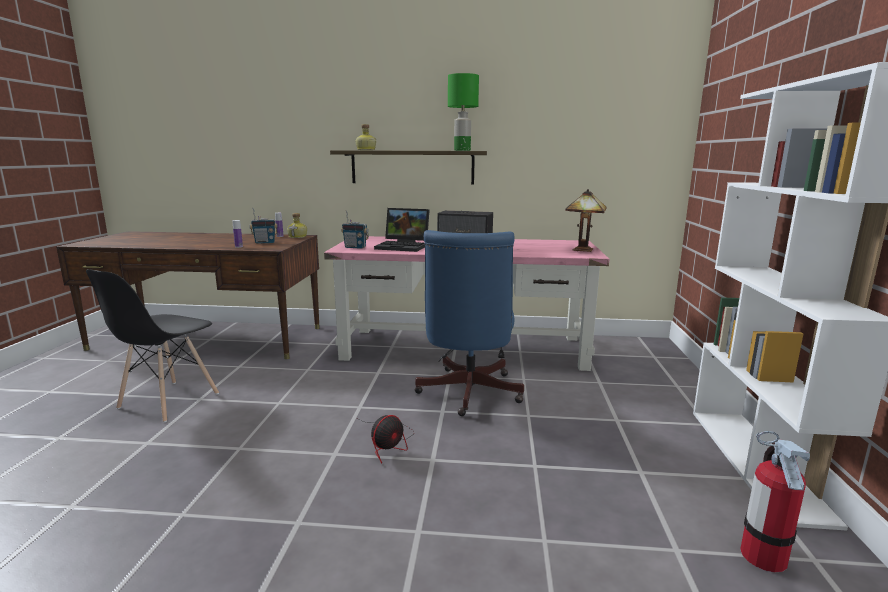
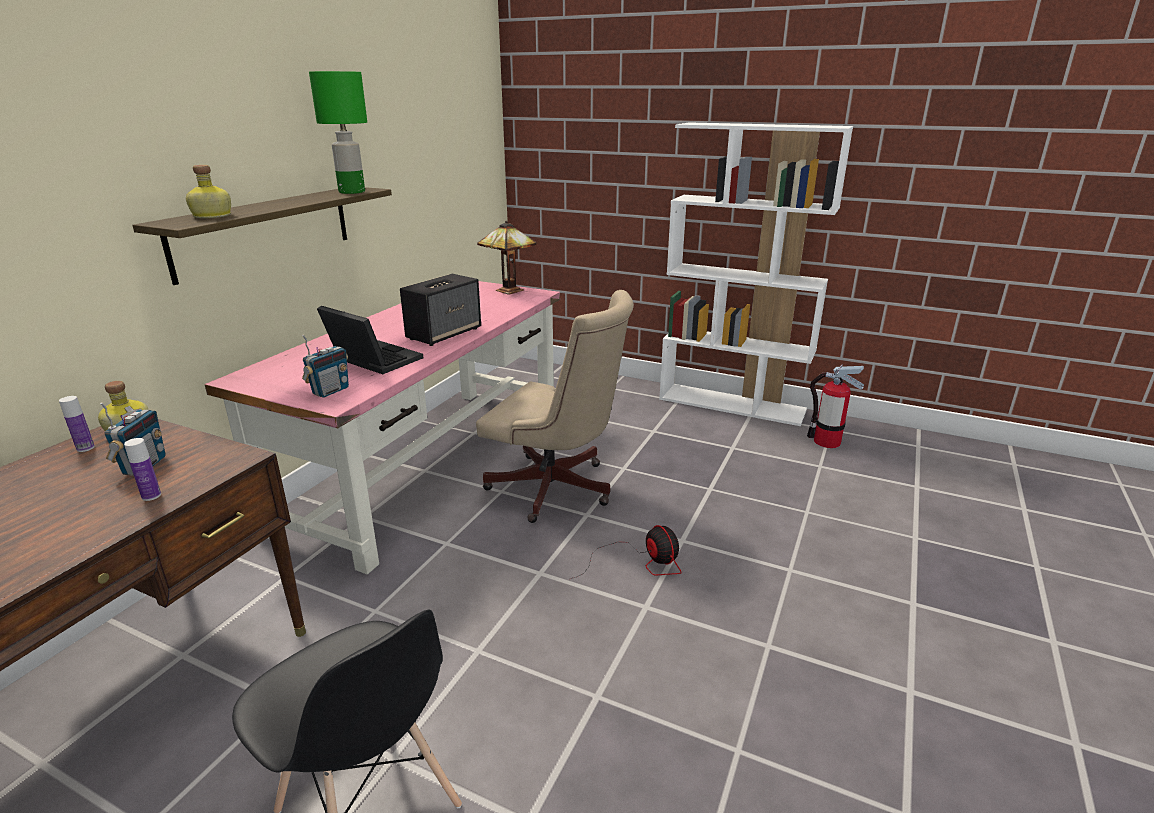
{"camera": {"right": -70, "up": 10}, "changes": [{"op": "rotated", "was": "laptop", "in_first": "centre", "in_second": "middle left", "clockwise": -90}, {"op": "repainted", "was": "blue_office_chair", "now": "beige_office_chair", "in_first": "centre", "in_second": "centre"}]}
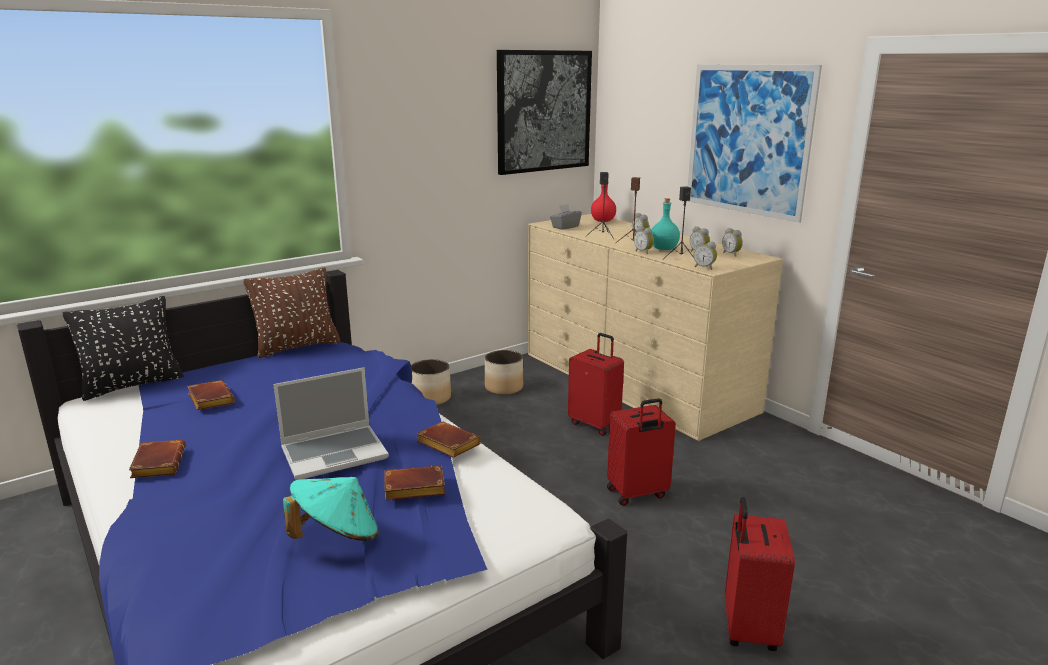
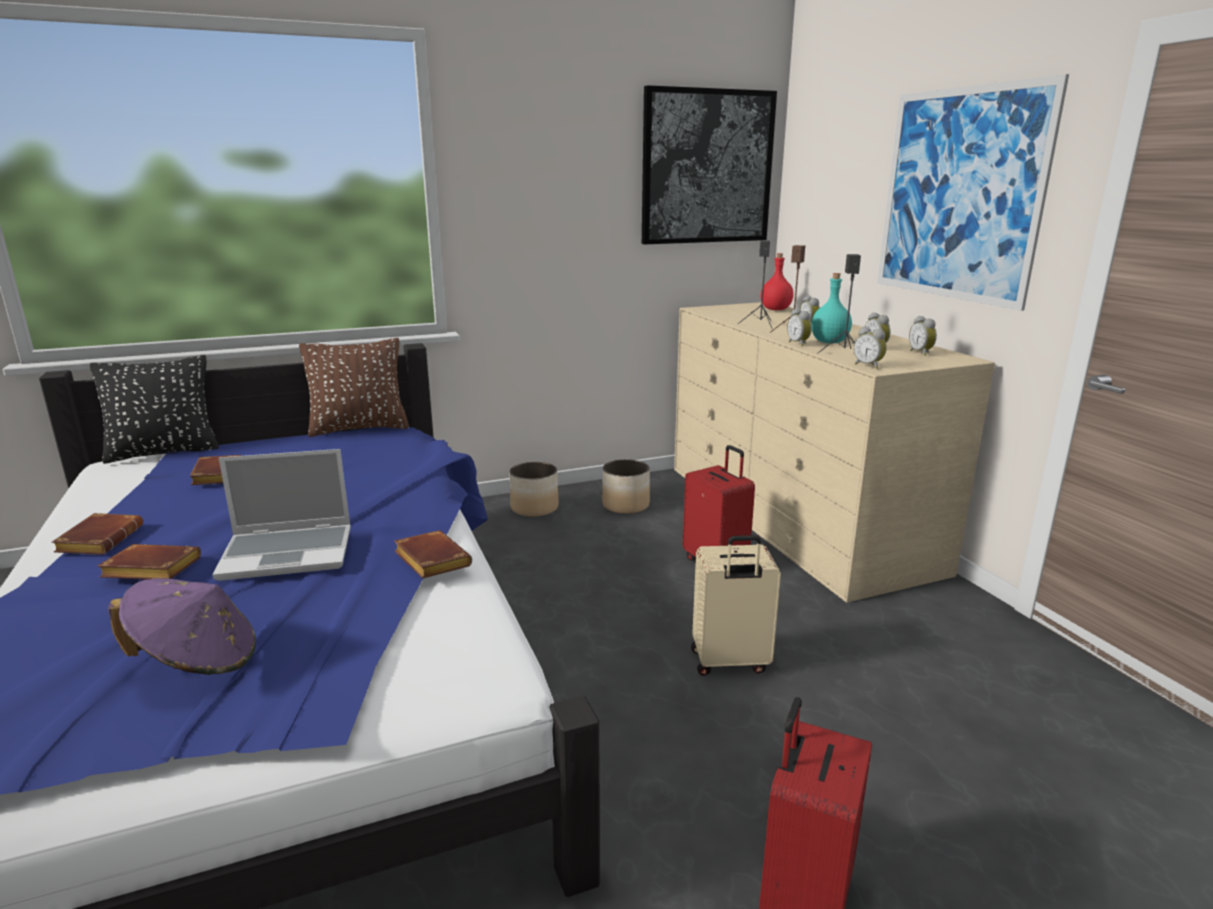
{"camera": {"right": 15, "up": 0}, "changes": [{"op": "shifted", "was": "brown_book (no. 3 from left in the first image)", "now": "brown_book (no. 2 from left)", "in_first": "bottom centre", "in_second": "middle left"}, {"op": "repainted", "was": "turquoise_hat", "now": "purple_hat", "in_first": "bottom left", "in_second": "bottom left"}, {"op": "repainted", "was": "red_suitcase (no. 2 from left)", "now": "beige_suitcase", "in_first": "bottom centre", "in_second": "centre"}, {"op": "gone", "was": "grey_tissue_box", "in_first": "top centre"}]}
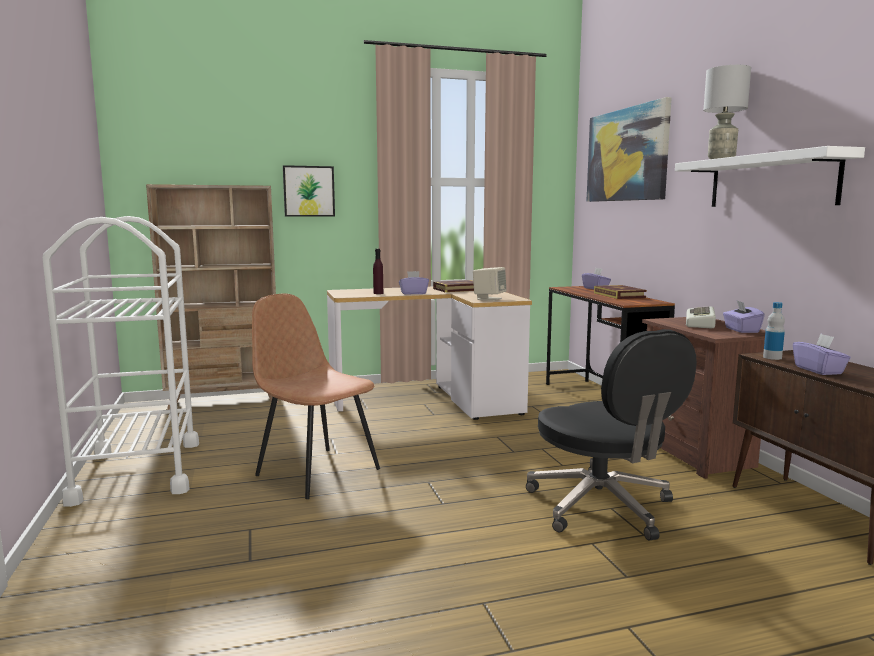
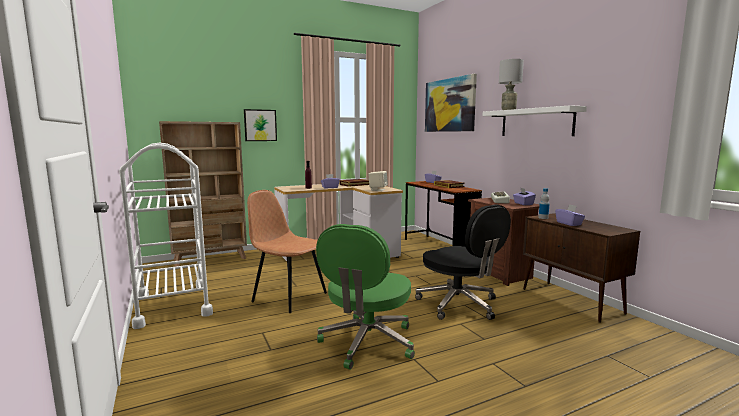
{"camera": {"right": -10, "up": 0}, "changes": [{"op": "new", "now": "green_office_chair", "in_second": "bottom centre"}]}
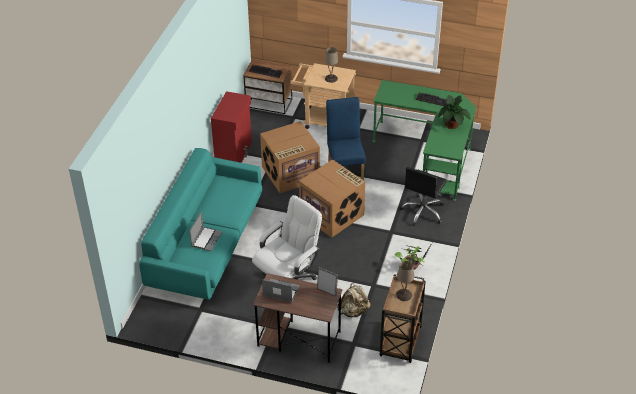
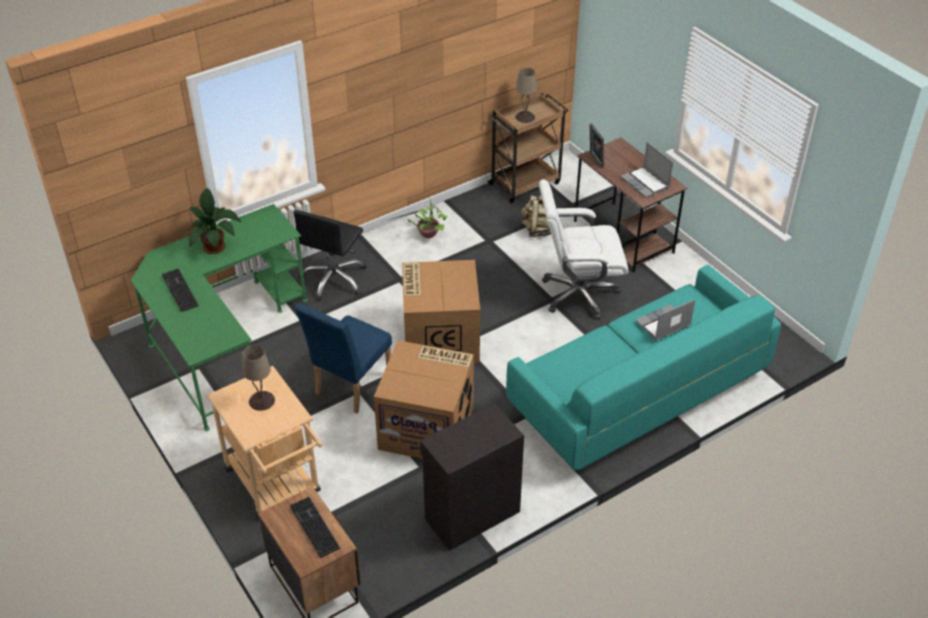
{"camera": {"right": -140, "up": 0}, "changes": [{"op": "rotated", "was": "black_office_chair", "in_first": "centre", "in_second": "centre", "clockwise": 135}, {"op": "repainted", "was": "red_cabinet", "now": "black_cabinet", "in_first": "top centre", "in_second": "bottom centre"}]}
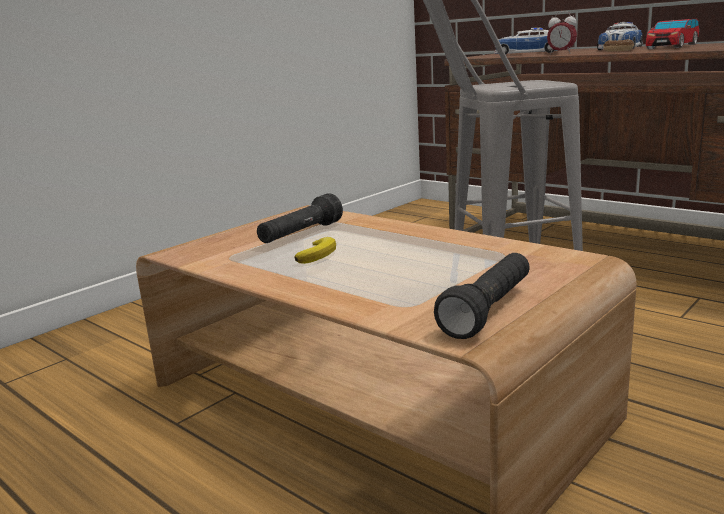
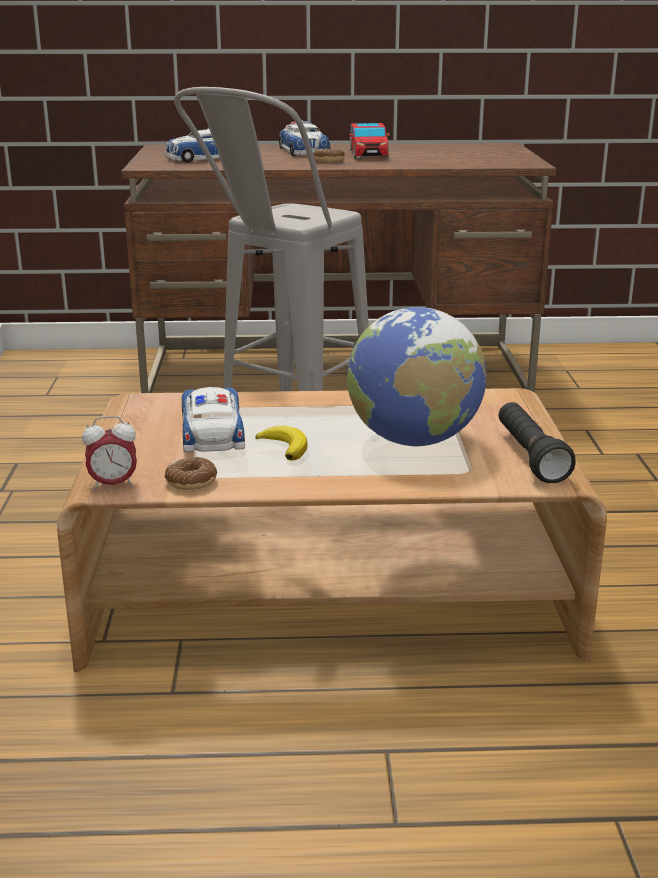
{"camera": {"right": -45, "up": 5}, "changes": [{"op": "shifted", "was": "alarm_clock", "in_first": "top right", "in_second": "middle left"}, {"op": "new", "now": "donut (no. 1 from left)", "in_second": "middle left"}, {"op": "swapped", "was": "black_flashlight (no. 1 from left)", "now": "toy_car (no. 2 from left)", "in_first": "centre", "in_second": "middle left"}, {"op": "new", "now": "globe", "in_second": "centre"}]}
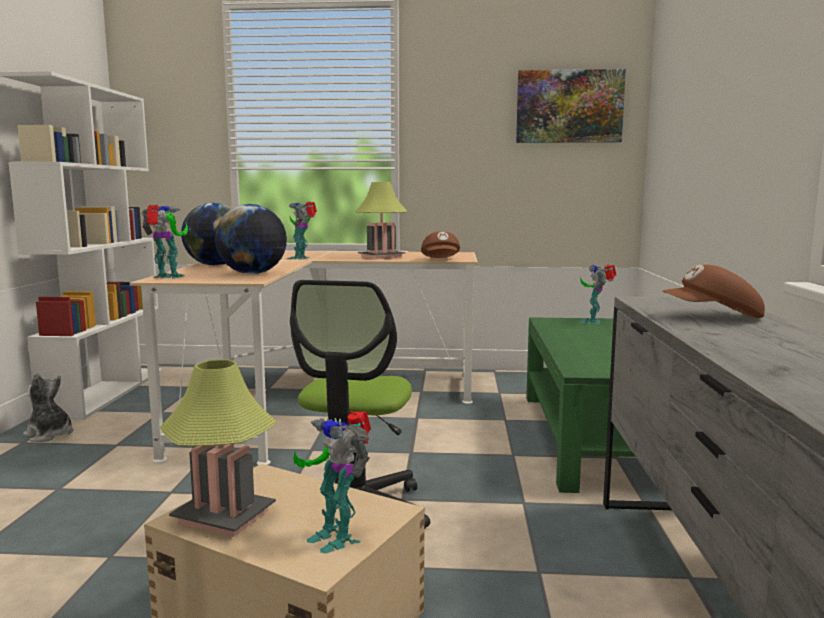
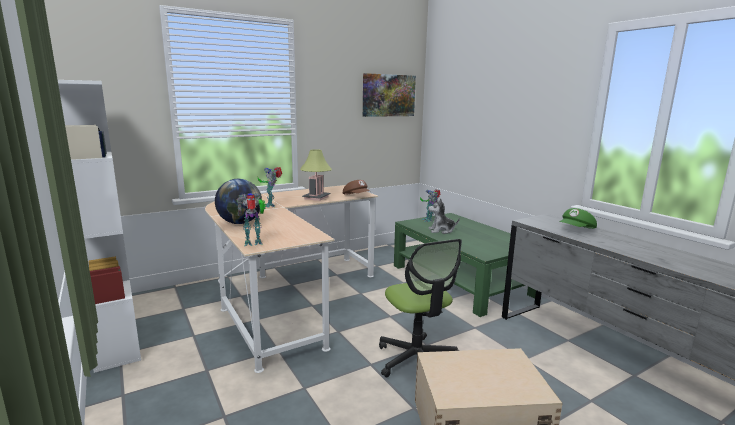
{"camera": {"right": -35, "up": 5}, "changes": [{"op": "shifted", "was": "plush_toy", "in_first": "middle left", "in_second": "centre"}, {"op": "repainted", "was": "brown_cap (no. 2 from left)", "now": "green_cap", "in_first": "middle right", "in_second": "middle right"}, {"op": "gone", "was": "table_lamp (no. 1 from left)", "in_first": "bottom left"}, {"op": "gone", "was": "globe (no. 2 from left)", "in_first": "middle left"}, {"op": "gone", "was": "toy_robot (no. 3 from left)", "in_first": "bottom centre"}]}
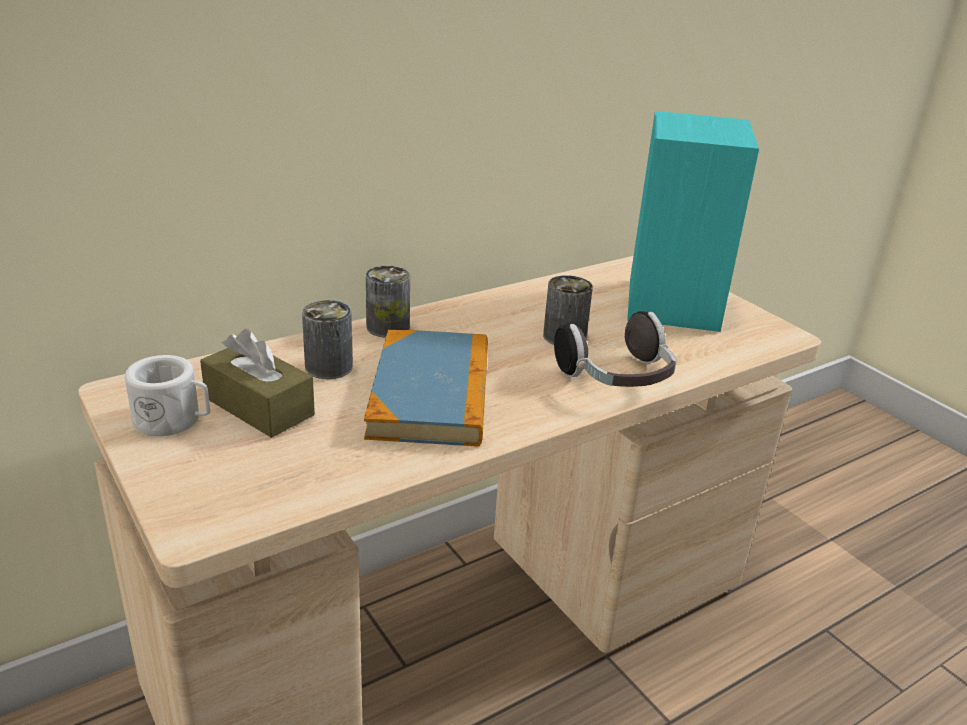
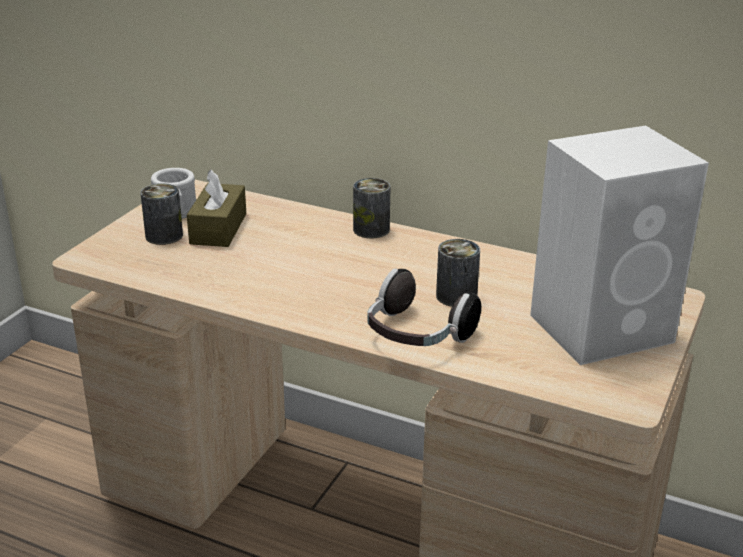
{"camera": {"right": 60, "up": 0}, "changes": [{"op": "shifted", "was": "can (no. 1 from left)", "in_first": "centre", "in_second": "middle left"}, {"op": "repainted", "was": "turquoise_speaker", "now": "white_speaker", "in_first": "top right", "in_second": "middle right"}, {"op": "gone", "was": "book", "in_first": "centre"}]}
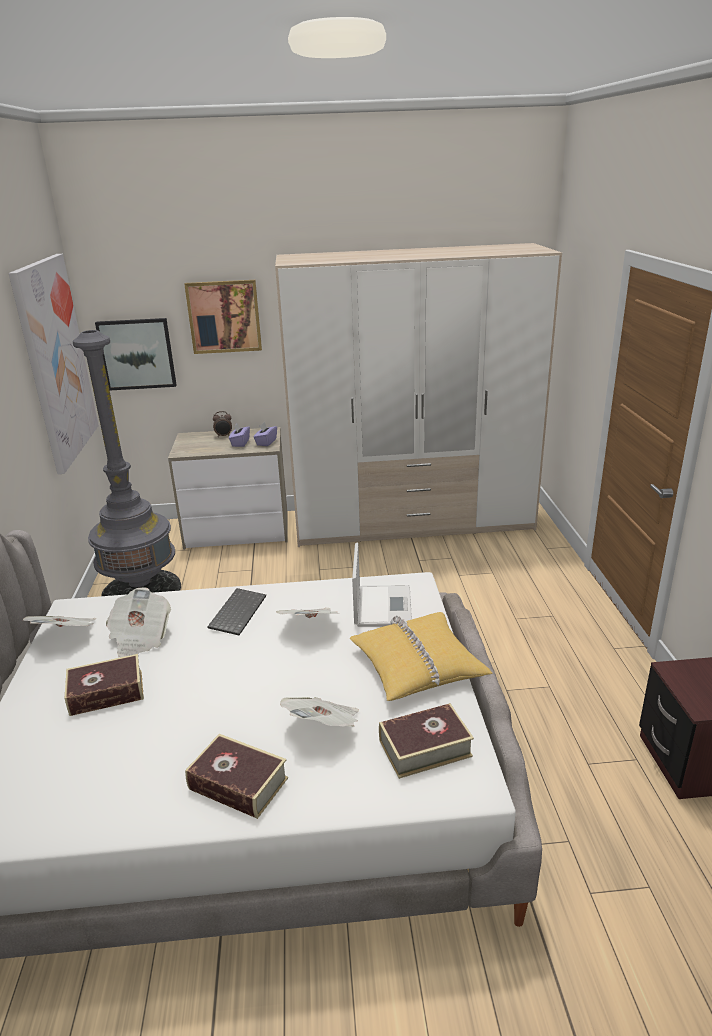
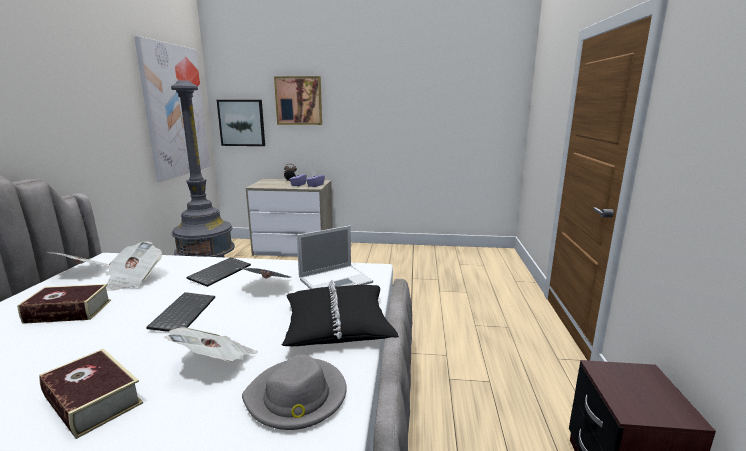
{"camera": {"right": 10, "up": -10}, "changes": [{"op": "new", "now": "keyboard (no. 1 from left)", "in_second": "bottom left"}, {"op": "swapped", "was": "book (no. 3 from left)", "now": "grey_hat", "in_first": "bottom centre", "in_second": "bottom centre"}, {"op": "repainted", "was": "yellow_pillow", "now": "black_pillow", "in_first": "centre", "in_second": "bottom centre"}, {"op": "rotated", "was": "laptop", "in_first": "centre", "in_second": "centre", "clockwise": 45}, {"op": "gone", "was": "wardrobe", "in_first": "centre"}]}
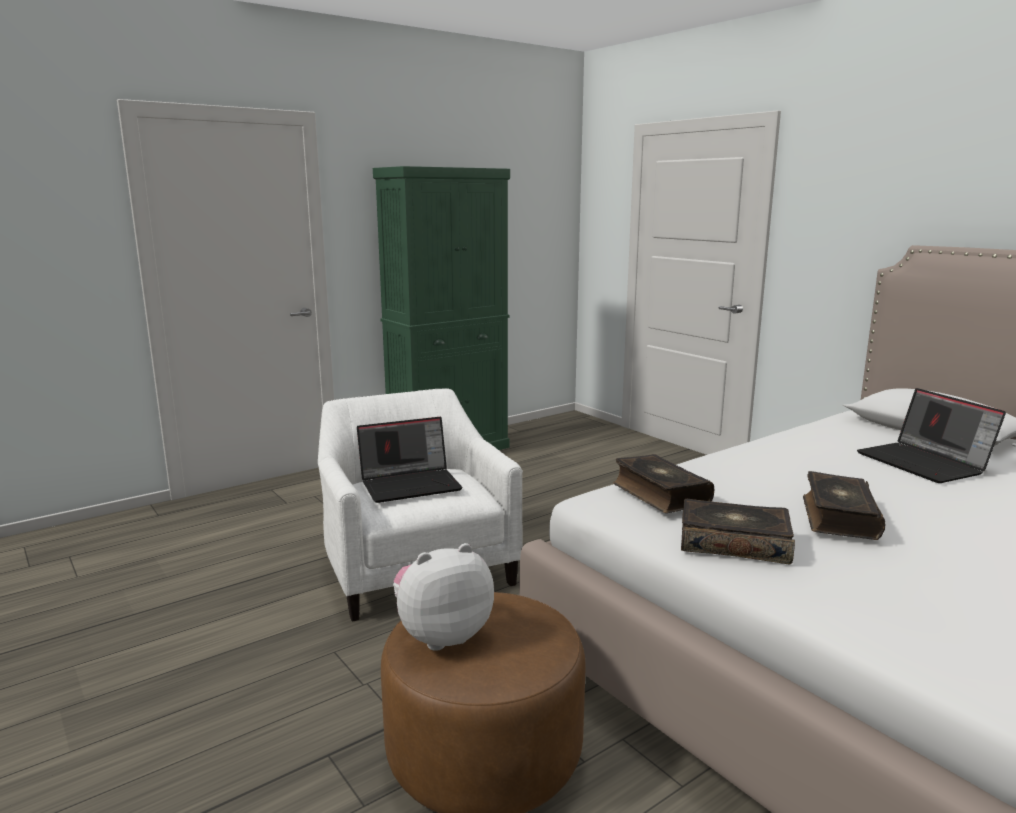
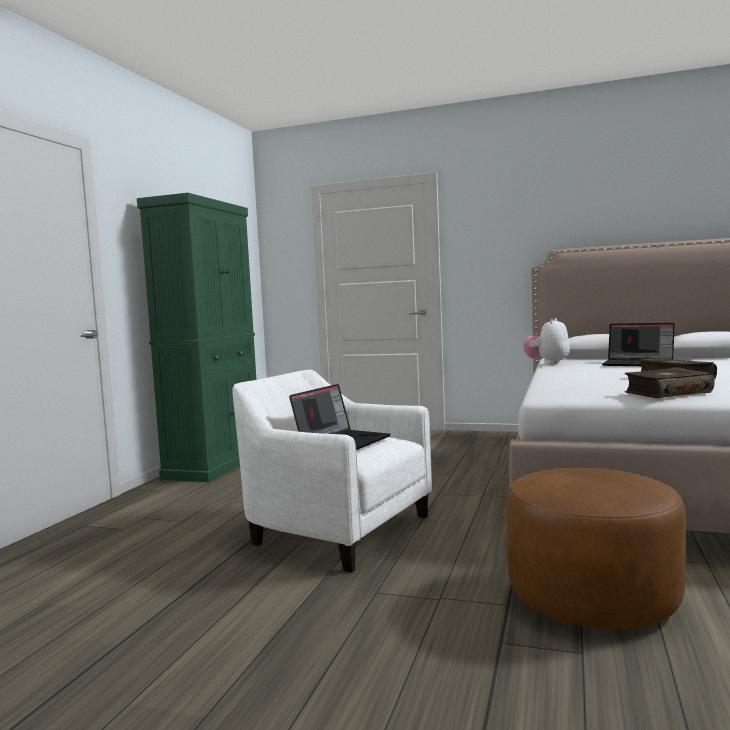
{"camera": {"right": -35, "up": -10}, "changes": [{"op": "shifted", "was": "plush_toy", "in_first": "bottom centre", "in_second": "middle right"}, {"op": "gone", "was": "book (no. 1 from left)", "in_first": "centre"}]}
